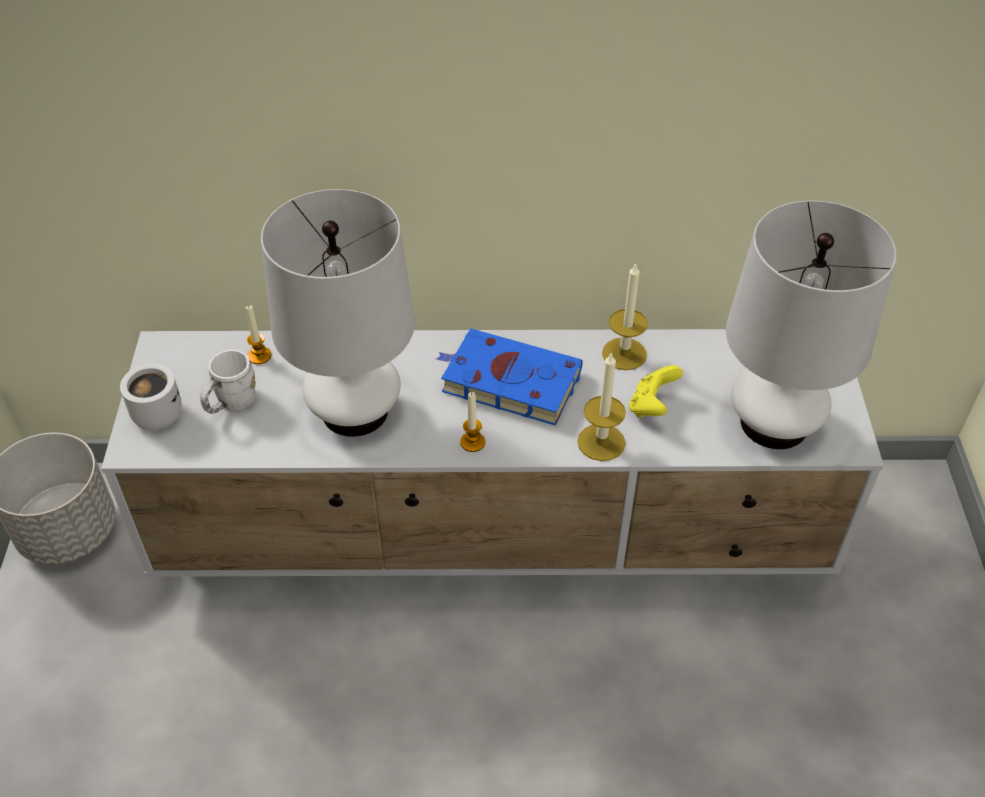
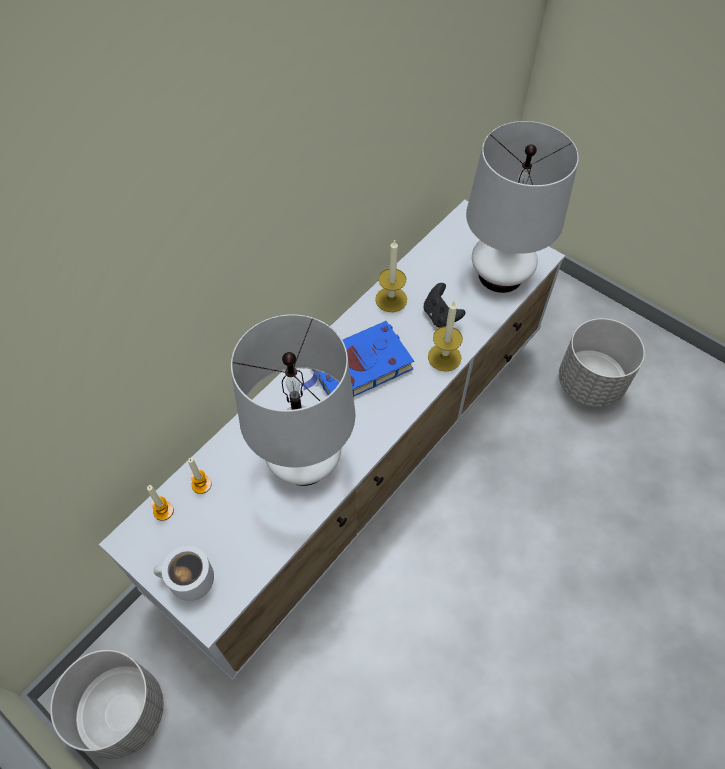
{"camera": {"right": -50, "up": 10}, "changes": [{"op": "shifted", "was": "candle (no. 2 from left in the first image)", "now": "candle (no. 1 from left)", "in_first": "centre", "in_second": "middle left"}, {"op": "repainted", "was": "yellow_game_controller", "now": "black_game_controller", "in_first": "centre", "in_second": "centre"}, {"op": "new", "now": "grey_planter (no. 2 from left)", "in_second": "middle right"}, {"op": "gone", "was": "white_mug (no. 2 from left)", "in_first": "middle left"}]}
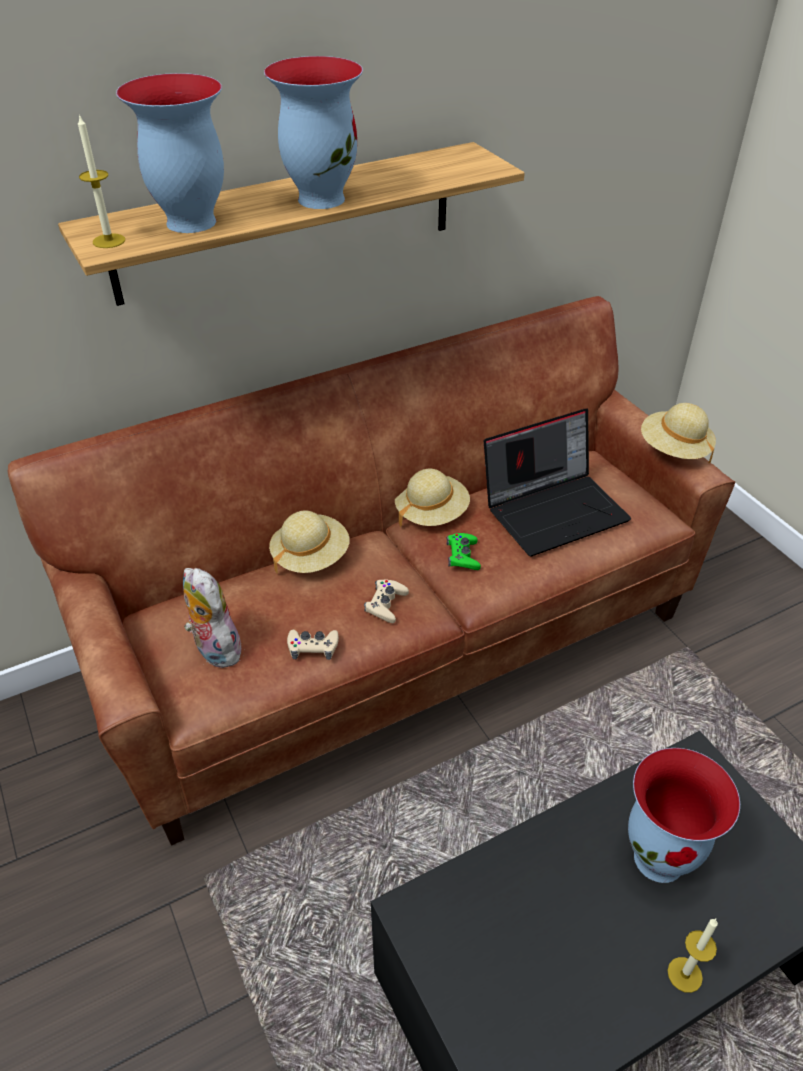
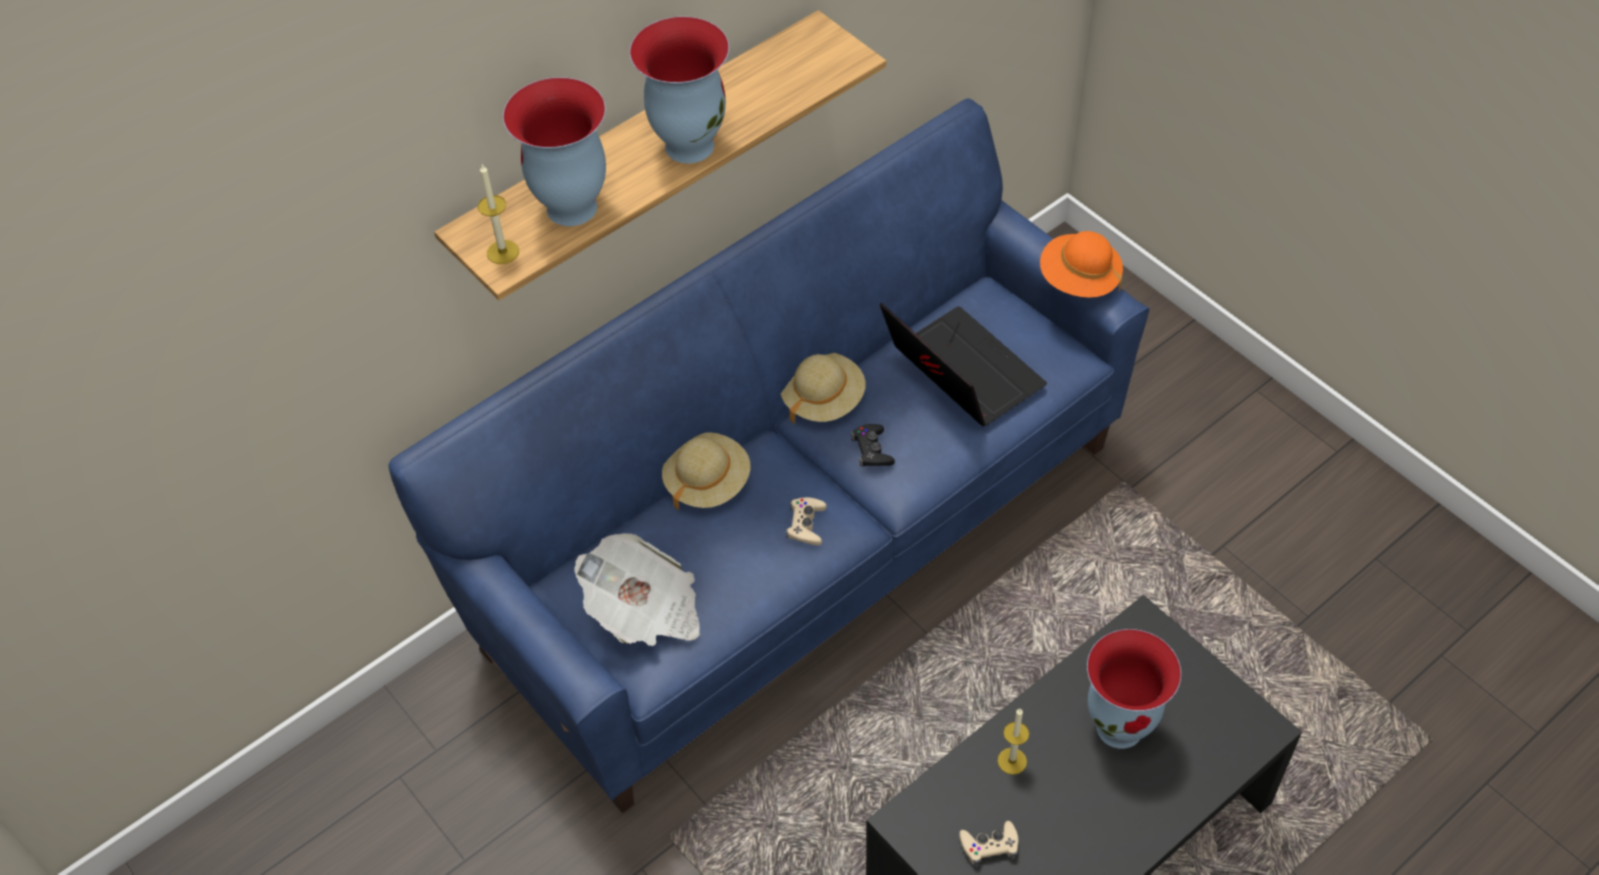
{"camera": {"right": -10, "up": 10}, "changes": [{"op": "repainted", "was": "brown_sofa", "now": "blue_sofa", "in_first": "centre", "in_second": "centre"}, {"op": "swapped", "was": "plush_toy", "now": "newspaper", "in_first": "middle left", "in_second": "bottom centre"}, {"op": "repainted", "was": "green_game_controller", "now": "black_game_controller", "in_first": "centre", "in_second": "centre"}, {"op": "rotated", "was": "laptop", "in_first": "middle right", "in_second": "centre", "clockwise": -90}, {"op": "shifted", "was": "beige_game_controller (no. 1 from left in the first image)", "now": "beige_game_controller (no. 2 from left)", "in_first": "centre", "in_second": "bottom centre"}, {"op": "shifted", "was": "candle (no. 2 from left)", "in_first": "bottom right", "in_second": "bottom centre"}, {"op": "repainted", "was": "beige_hat (no. 3 from left)", "now": "orange_hat", "in_first": "middle right", "in_second": "top right"}]}
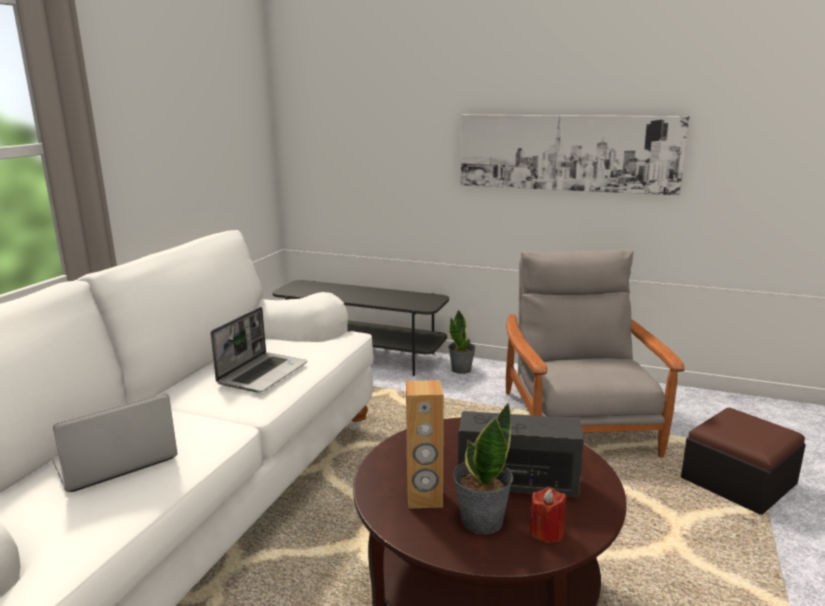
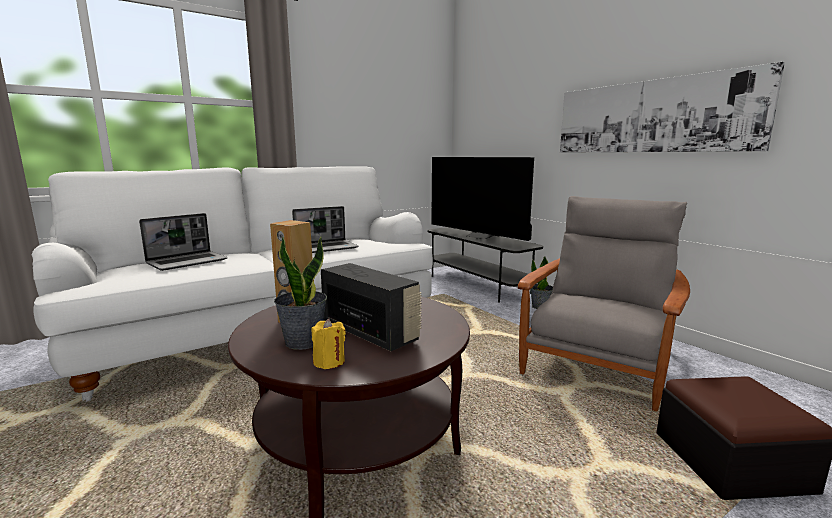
{"camera": {"right": 35, "up": -5}, "changes": [{"op": "rotated", "was": "laptop (no. 1 from left)", "in_first": "bottom left", "in_second": "middle left", "clockwise": 135}, {"op": "repainted", "was": "red_candle", "now": "yellow_candle", "in_first": "bottom centre", "in_second": "centre"}, {"op": "new", "now": "television", "in_second": "centre"}]}
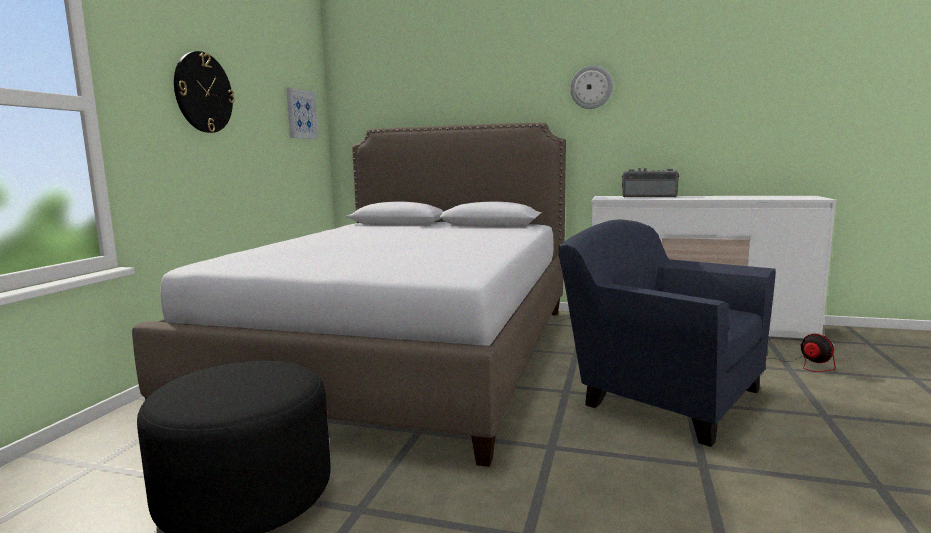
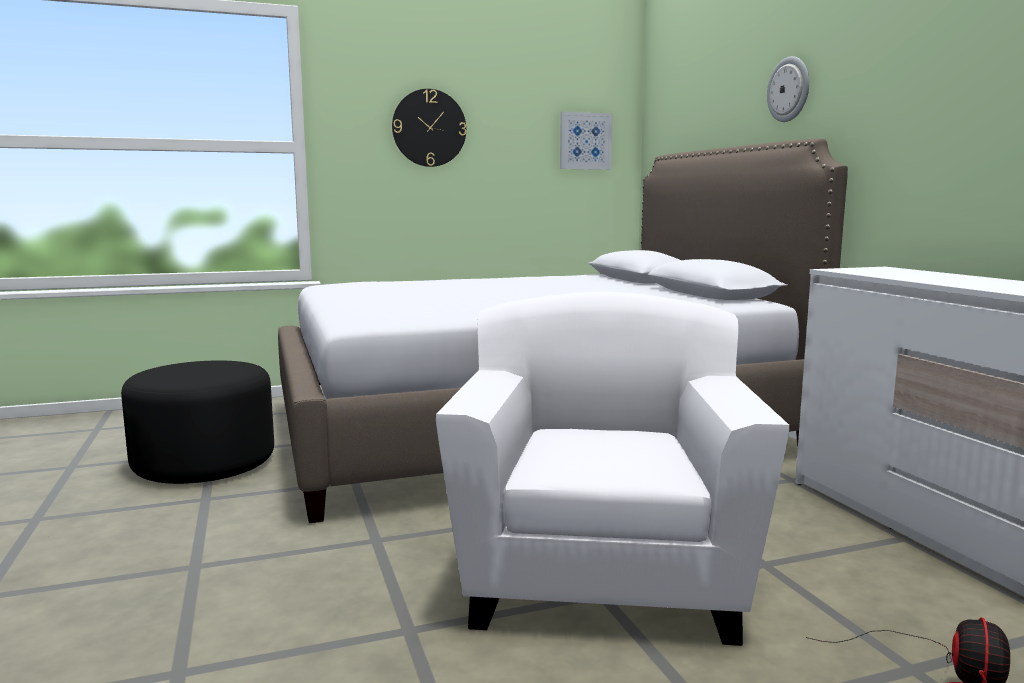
{"camera": {"right": 55, "up": 0}, "changes": [{"op": "repainted", "was": "blue_armchair", "now": "white_armchair", "in_first": "middle right", "in_second": "bottom centre"}, {"op": "shifted", "was": "wall_clock (no. 2 from left)", "in_first": "top centre", "in_second": "top right"}, {"op": "gone", "was": "radio", "in_first": "middle right"}]}
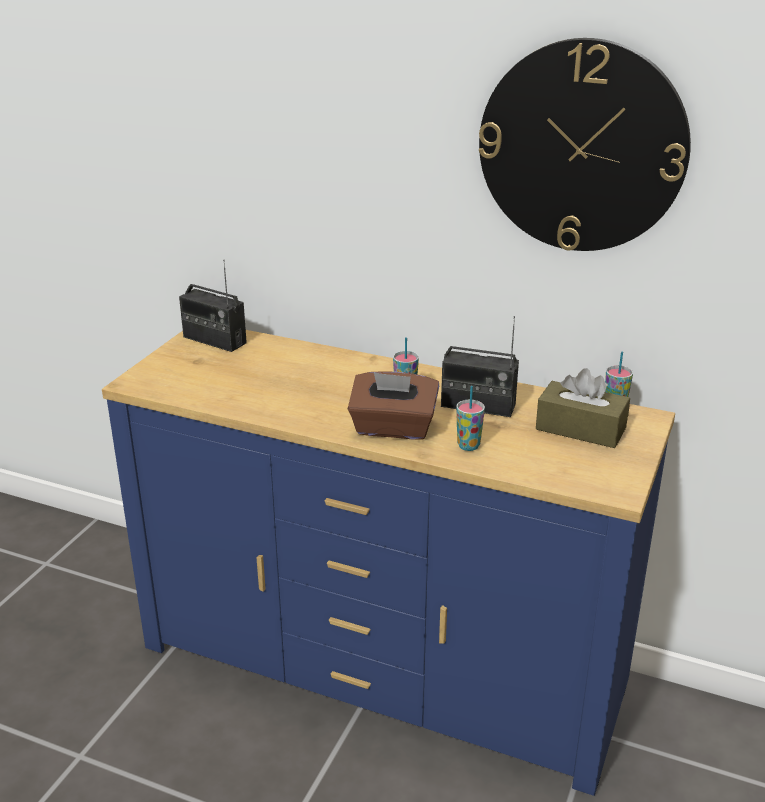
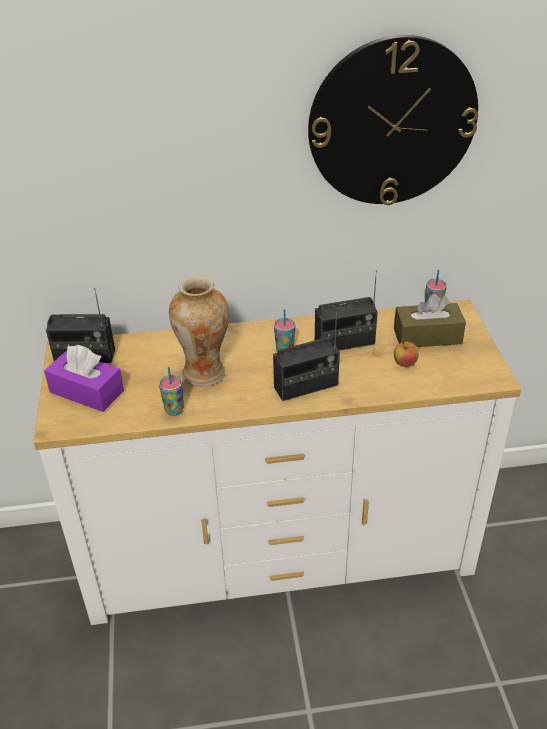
{"camera": {"right": -30, "up": 10}, "changes": [{"op": "repainted", "was": "blue_dresser", "now": "white_dresser", "in_first": "bottom centre", "in_second": "centre"}, {"op": "new", "now": "purple_tissue_box", "in_second": "middle left"}, {"op": "shifted", "was": "cup (no. 2 from left in the first image)", "now": "cup (no. 1 from left)", "in_first": "centre", "in_second": "middle left"}, {"op": "new", "now": "vase", "in_second": "centre"}, {"op": "swapped", "was": "brown_tissue_box (no. 1 from left)", "now": "radio (no. 2 from left)", "in_first": "centre", "in_second": "centre"}, {"op": "new", "now": "apple", "in_second": "middle right"}]}
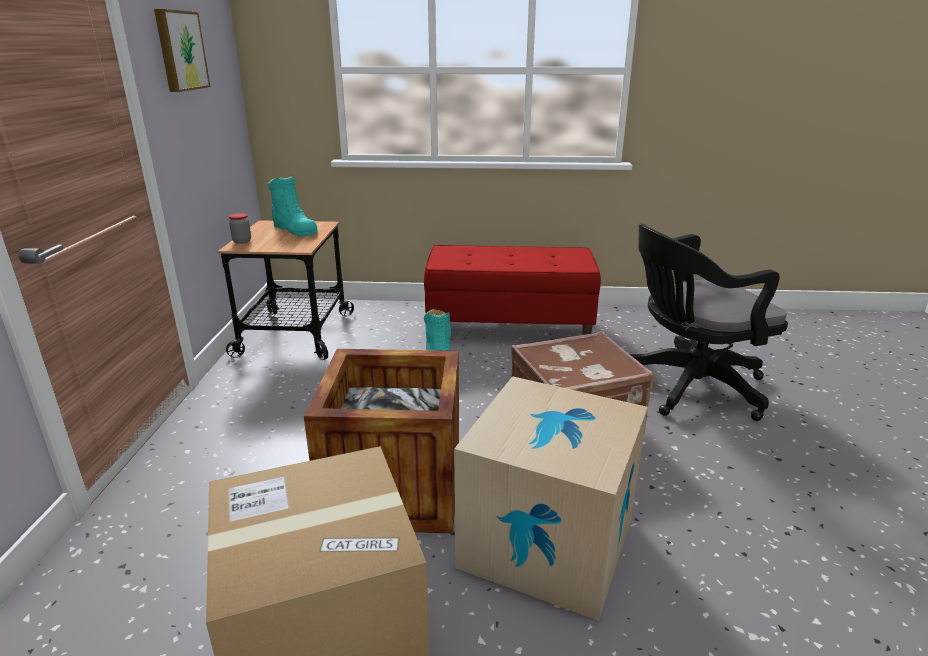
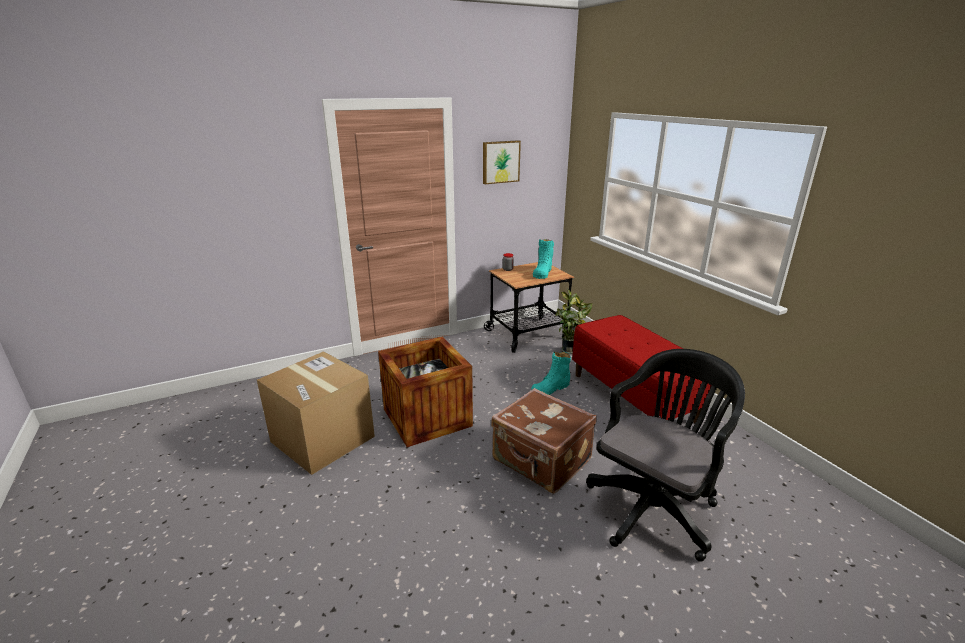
{"camera": {"right": 60, "up": 0}, "changes": [{"op": "new", "now": "potted_plant", "in_second": "centre"}, {"op": "rotated", "was": "black_office_chair", "in_first": "middle right", "in_second": "bottom right", "clockwise": 90}, {"op": "gone", "was": "cardboard_box (no. 2 from left)", "in_first": "bottom centre"}]}
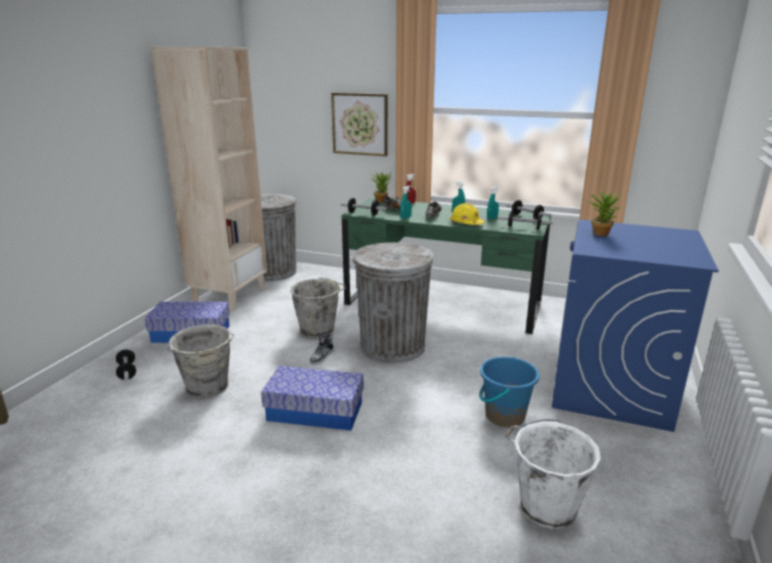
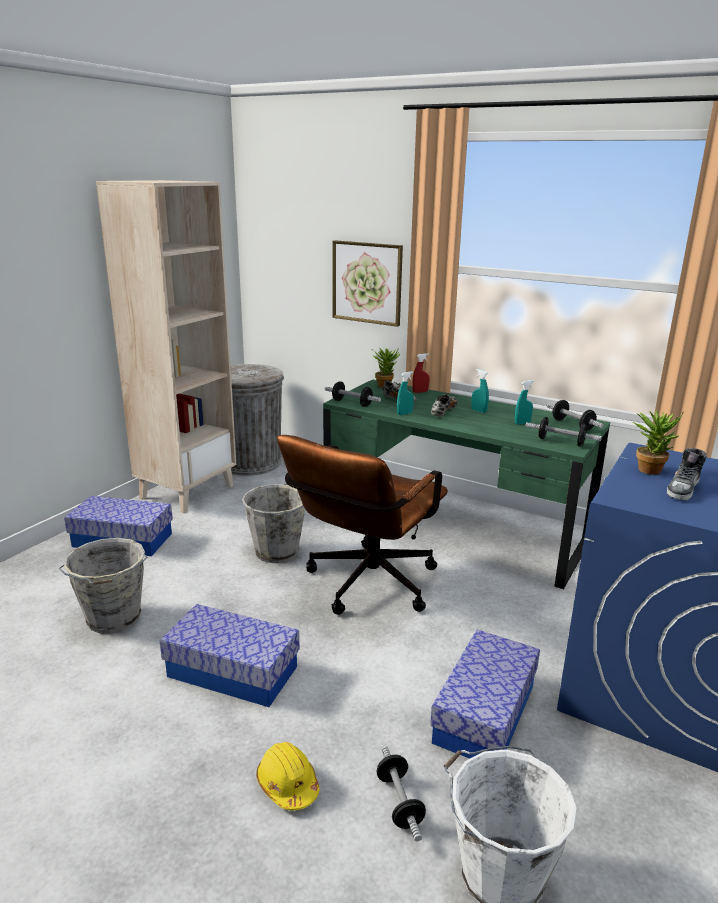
{"camera": {"right": 10, "up": 0}, "changes": [{"op": "shifted", "was": "yellow_hard_hat", "in_first": "centre", "in_second": "bottom centre"}, {"op": "swapped", "was": "grey_trash_can (no. 2 from left)", "now": "brown_office_chair", "in_first": "centre", "in_second": "centre"}, {"op": "shifted", "was": "dumbbell (no. 1 from left in the first image)", "now": "dumbbell (no. 2 from left)", "in_first": "middle left", "in_second": "bottom centre"}, {"op": "swapped", "was": "blue_bucket", "now": "storage_box (no. 3 from left)", "in_first": "bottom centre", "in_second": "bottom right"}, {"op": "shifted", "was": "shoe (no. 1 from left in the first image)", "now": "shoe (no. 3 from left)", "in_first": "centre", "in_second": "middle right"}]}
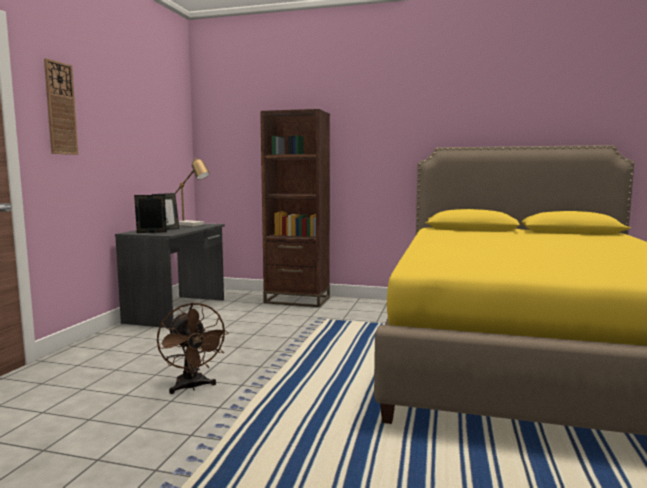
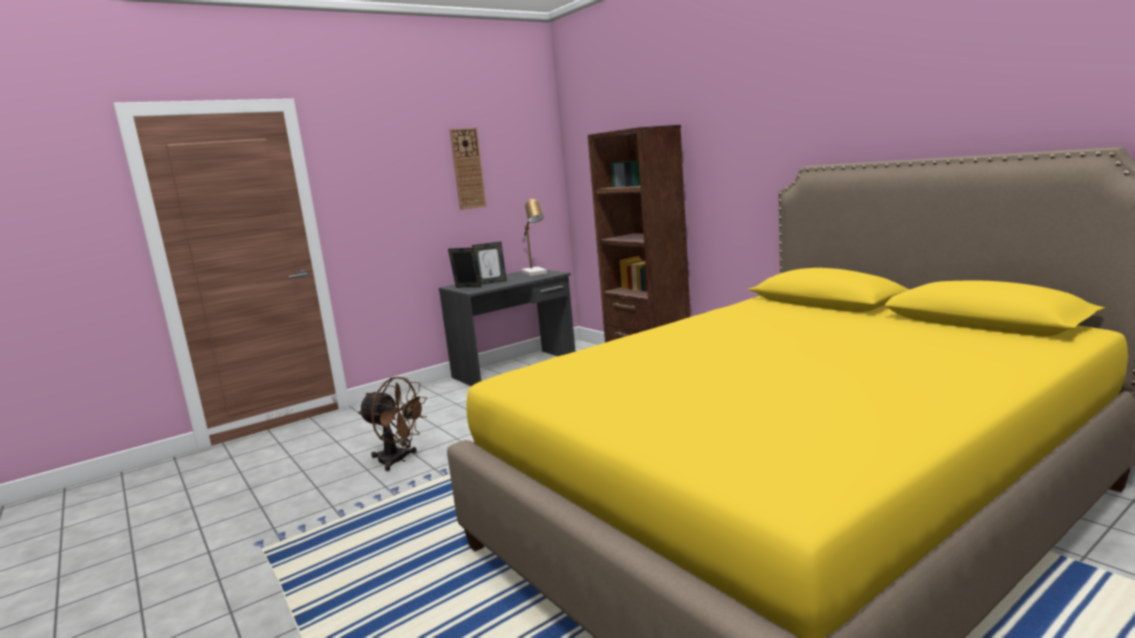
{"camera": {"right": 40, "up": 5}, "changes": [{"op": "rotated", "was": "brown_fan", "in_first": "bottom left", "in_second": "centre", "clockwise": -75}, {"op": "shifted", "was": "wall_clock", "in_first": "top left", "in_second": "top centre"}]}
